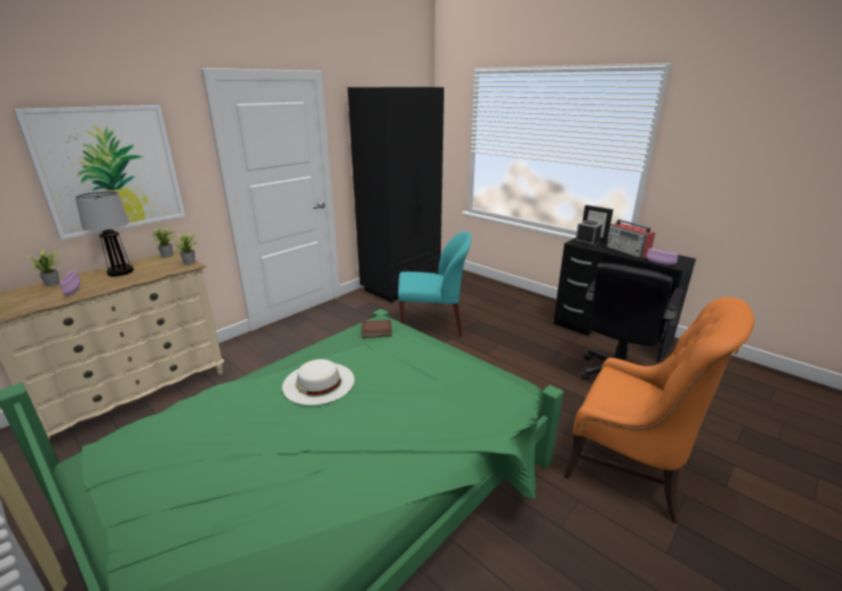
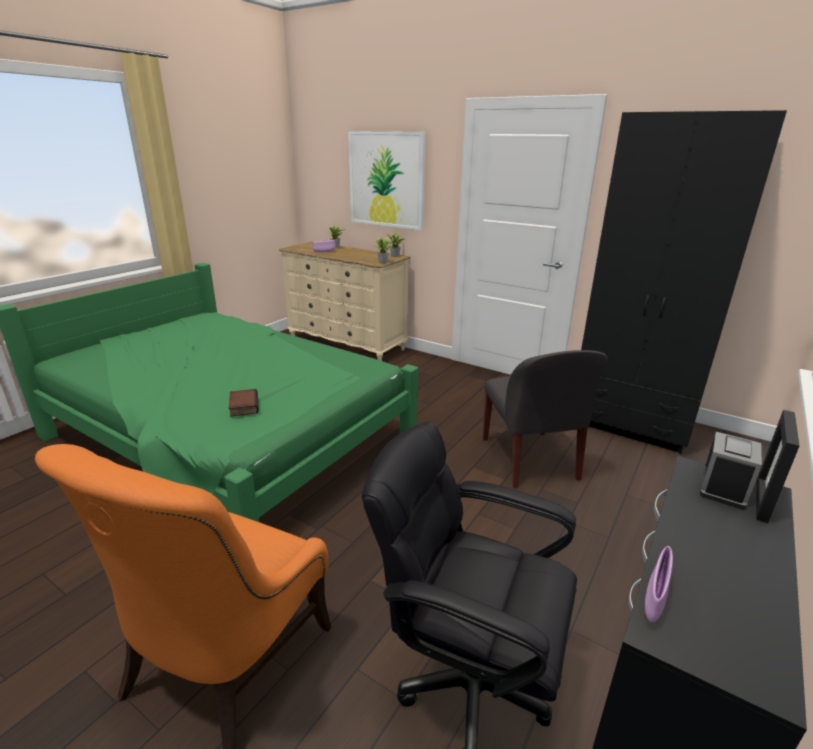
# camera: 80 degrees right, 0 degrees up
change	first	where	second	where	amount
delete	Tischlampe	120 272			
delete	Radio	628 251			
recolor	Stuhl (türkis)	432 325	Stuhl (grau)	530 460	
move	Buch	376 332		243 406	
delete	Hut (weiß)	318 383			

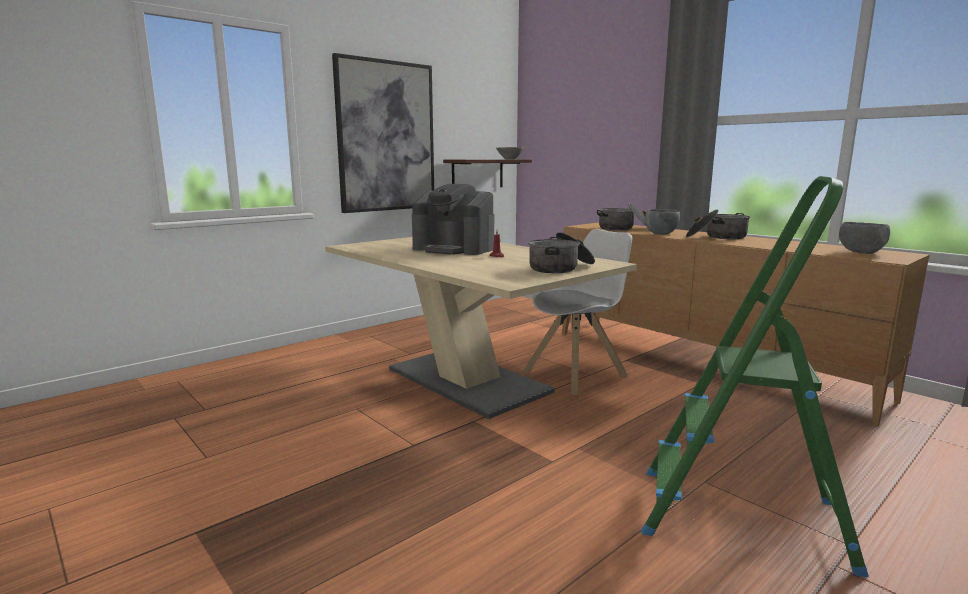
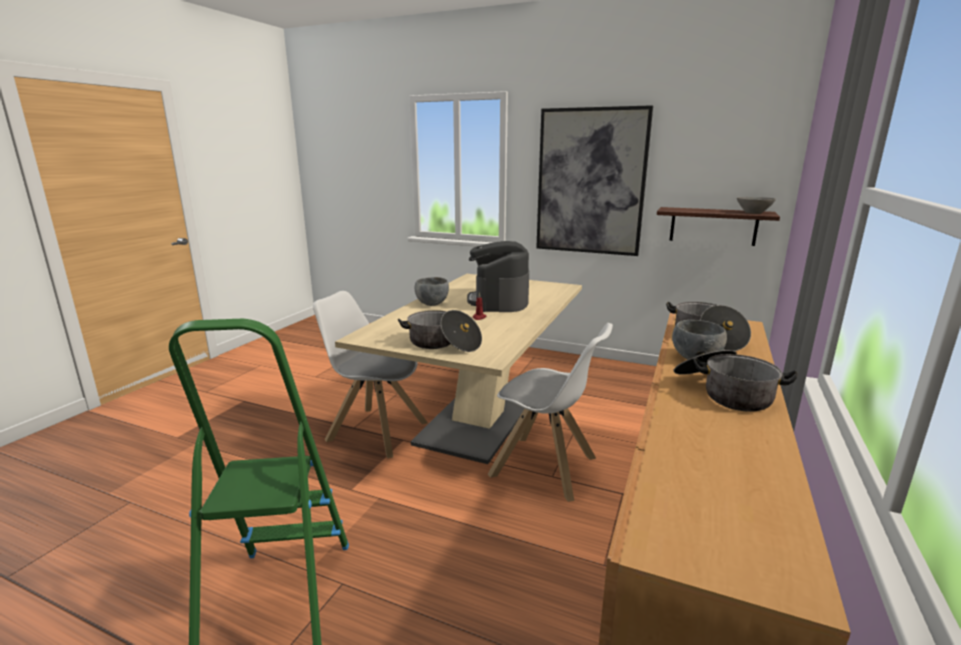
# camera: 65 degrees right, 5 degrees up
change	first	where	second	where	amount
move	Schüssel (grau)	861 253		431 304	
insert			Stuhl	375 431	

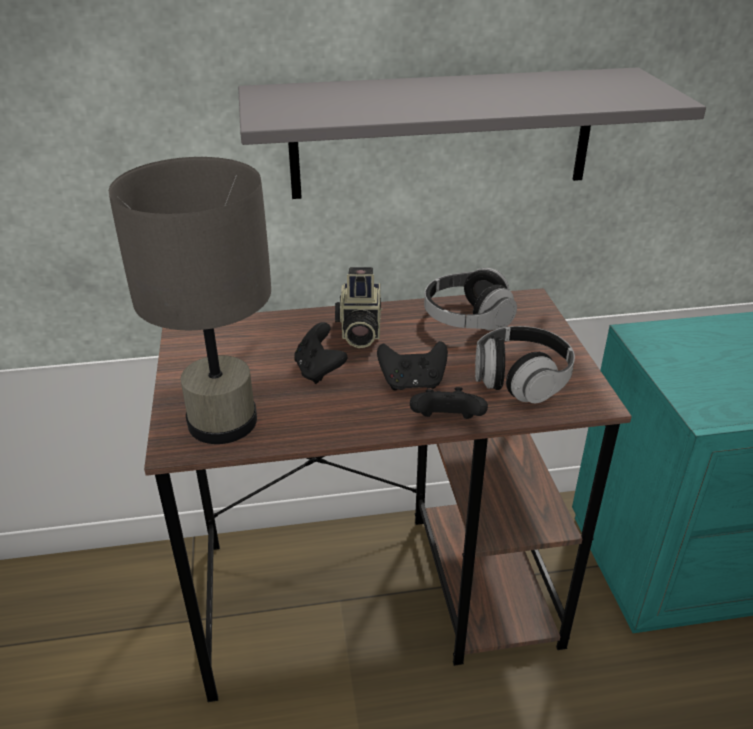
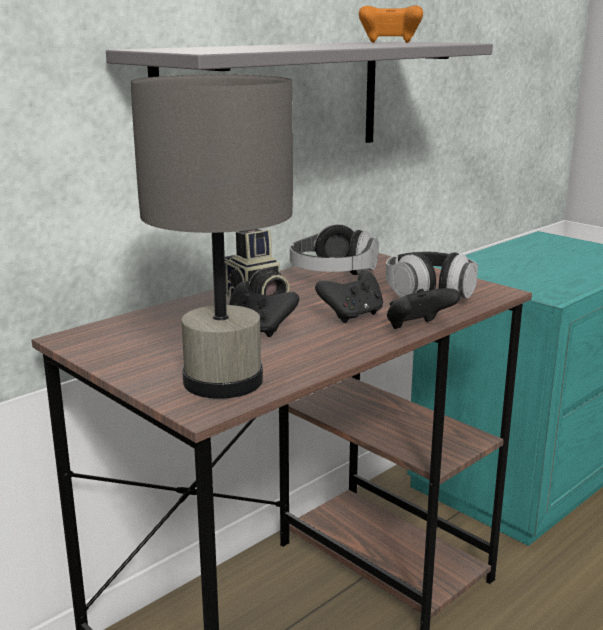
# camera: 35 degrees left, 15 degrees down
change	first	where	second	where	amount
insert			Gamepad (orange)	389 43	

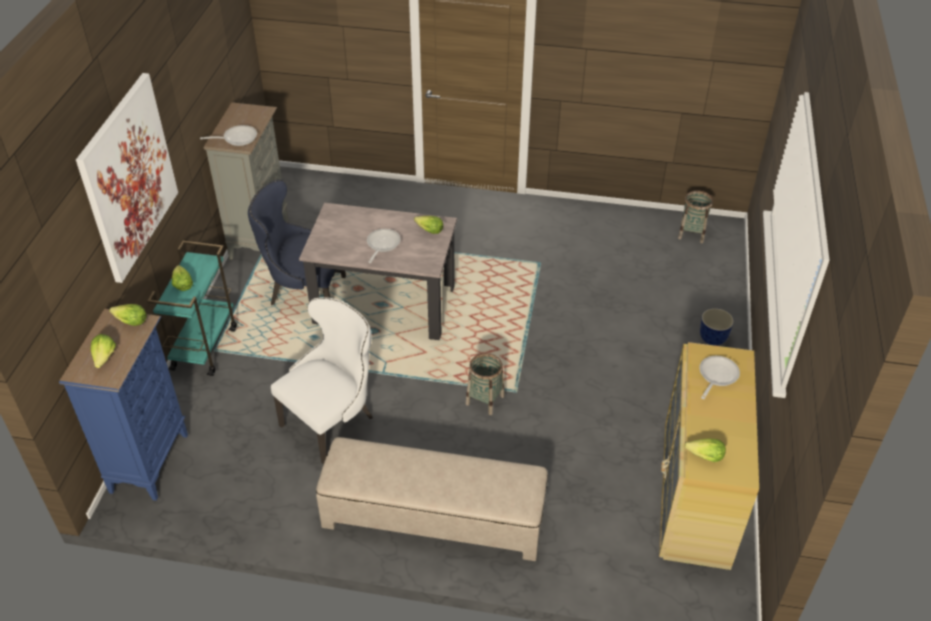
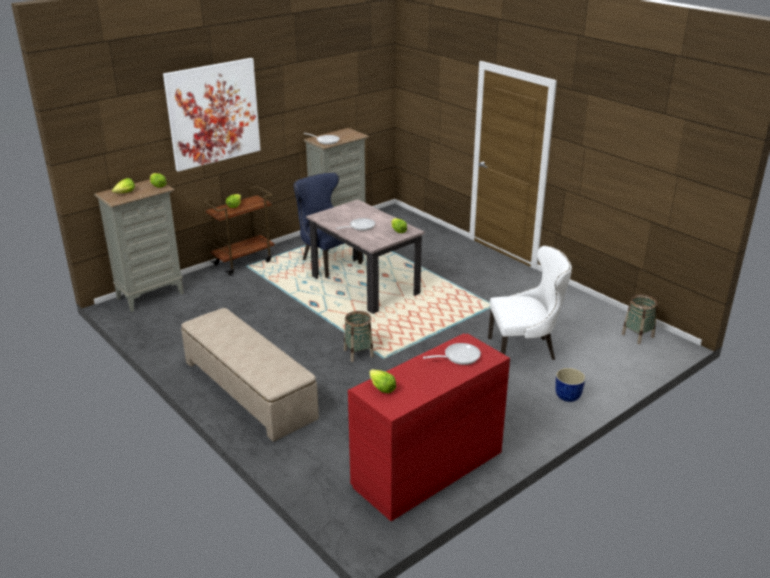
# camera: 40 degrees right, 15 degrees down
change	first	where	second	where	amount
recolor	Rollwagen (türkis)	206 347	Rollwagen (braun)	244 263	
move	Stuhl (weiß)	332 422		524 350	
recolor	Kommode (blau)	151 462	Kommode (grau)	152 296	
recolor	Schrank (gelb)	695 494	Schrank (rot)	426 468	

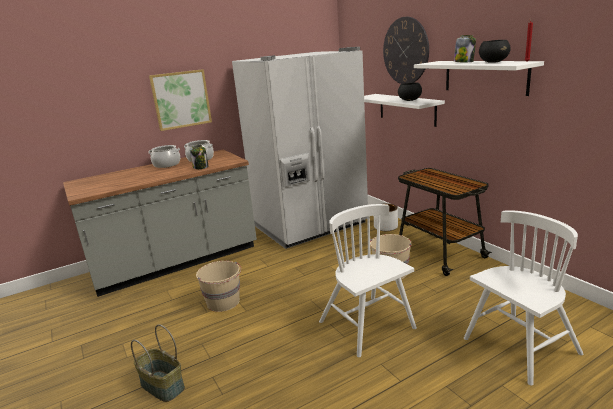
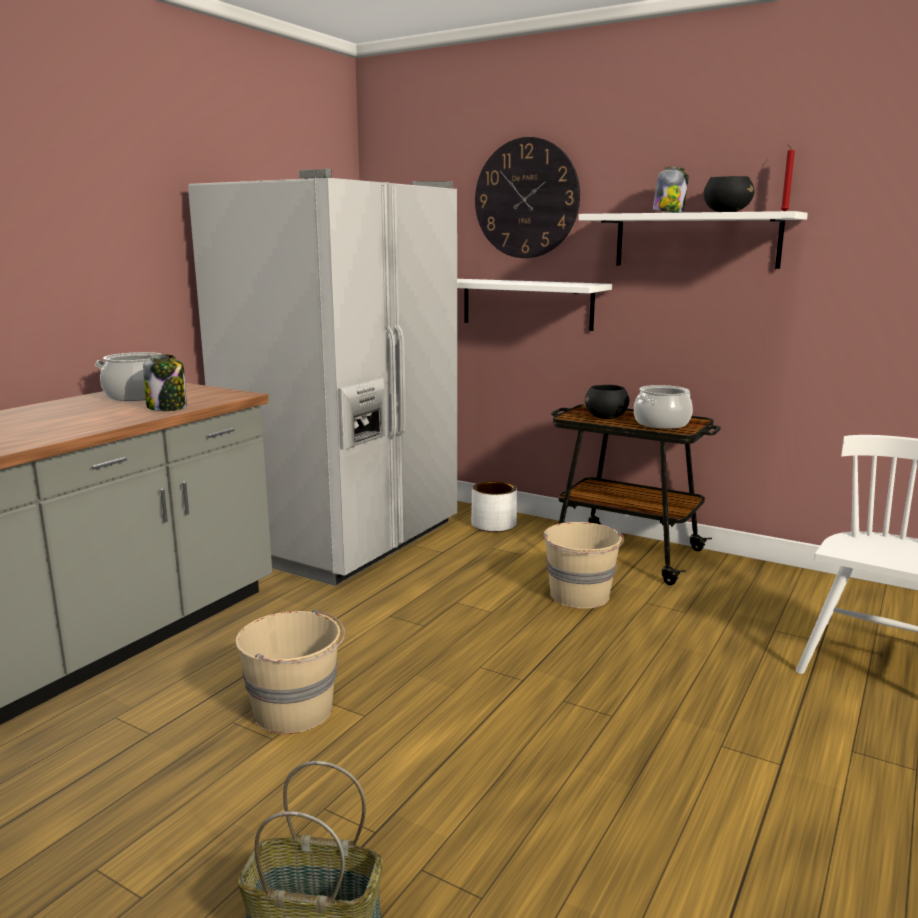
# camera: 30 degrees left, 5 degrees down
change	first	where	second	where	amount
delete	Bild	181 99			
move	Schüssel (schwarz)	410 100		606 418	
move	Kochtopf	167 164		661 423	
delete	Stuhl (weiß)	370 327			

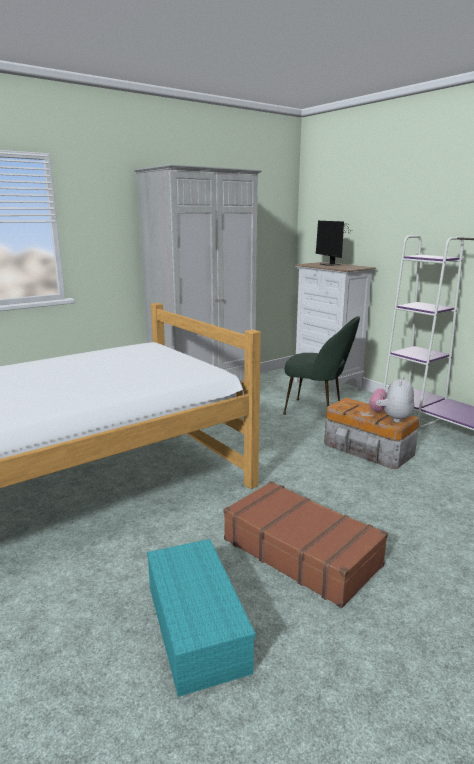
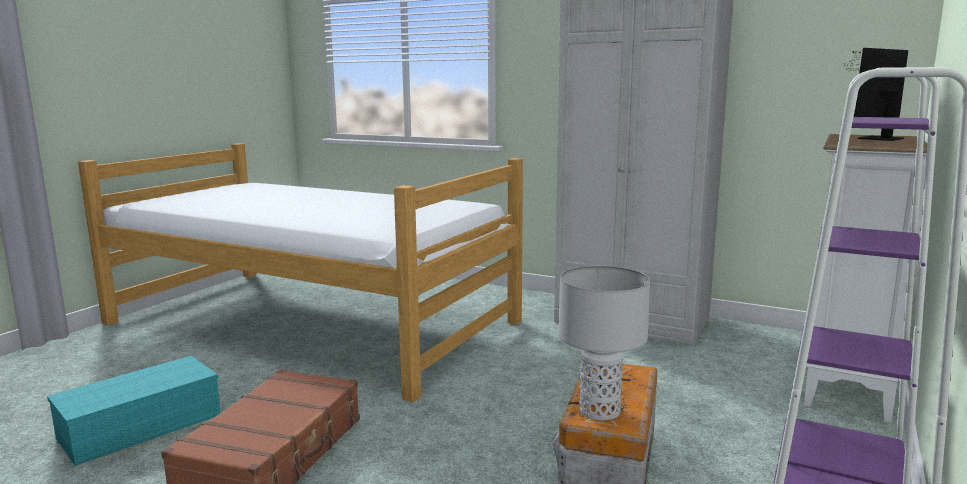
# camera: 65 degrees right, 5 degrees down
change	first	where	second	where	amount
delete	Stuhl (grün)	318 411			
replace	Plüschtier	391 418	Tischlampe (weiß)	599 411	

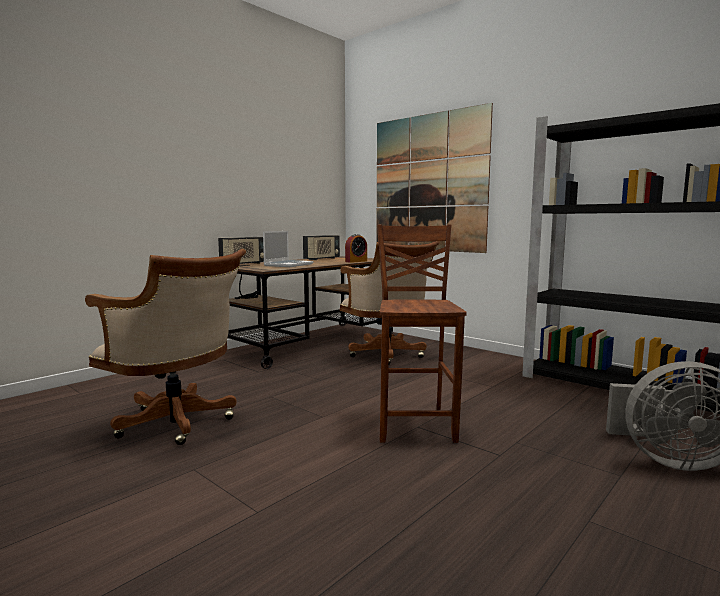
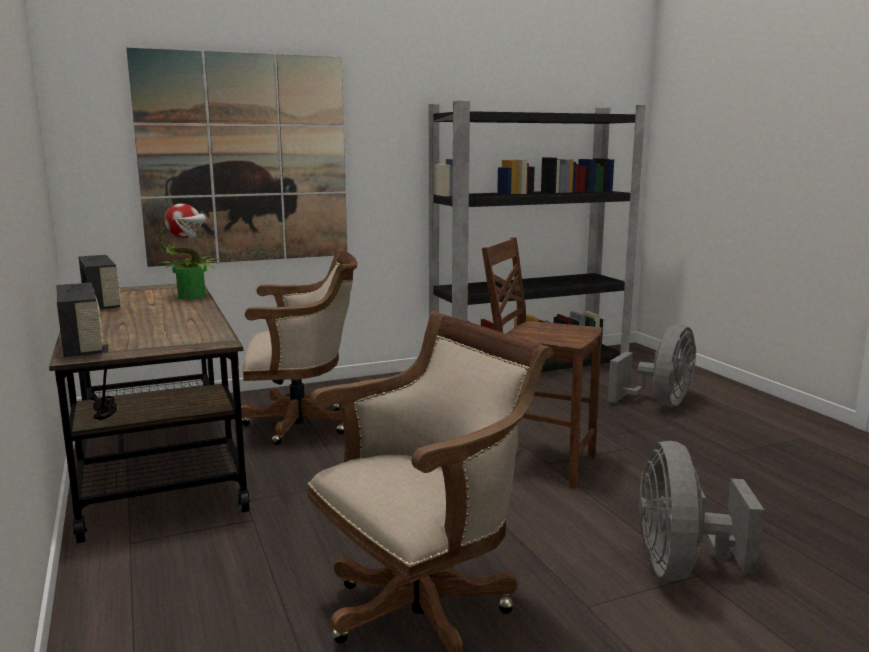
# camera: 65 degrees left, 5 degrees up
change	first	where	second	where	amount
delete	Laptop	288 265			
replace	Wecker	356 261	Topfpflanze	193 296	
insert			Ventilator (grau)	681 567	

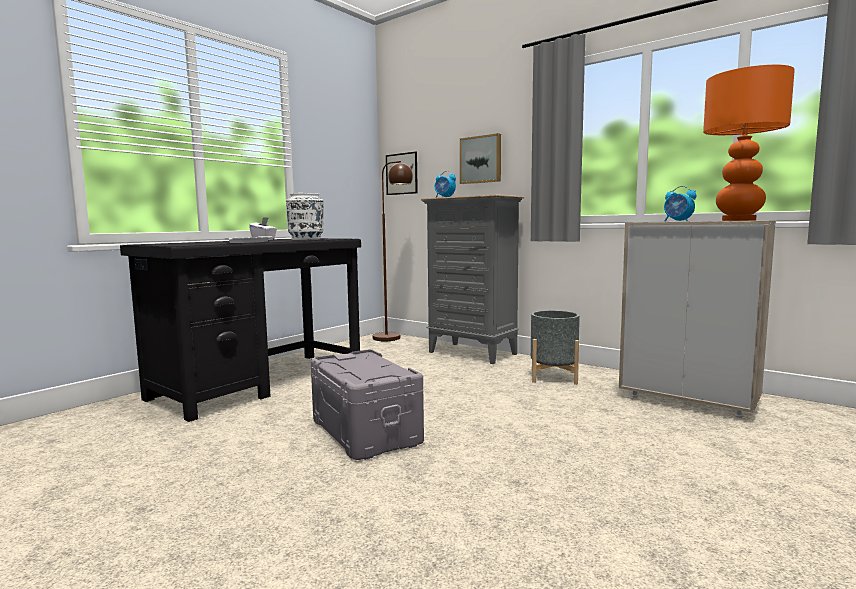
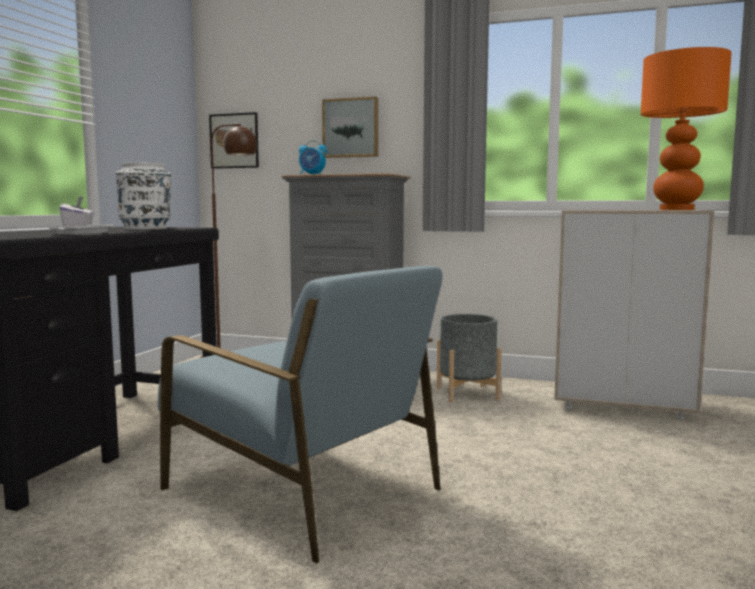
# camera: 20 degrees left, 0 degrees up
change	first	where	second	where	amount
delete	Wecker	678 221			
replace	Aufbewahrungsbox (grau)	364 432	Sessel (blau)	299 489	

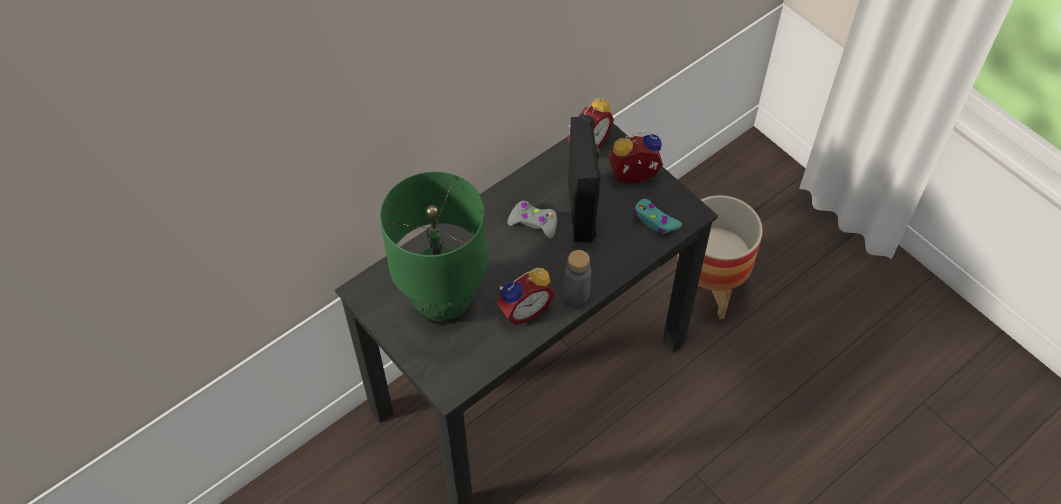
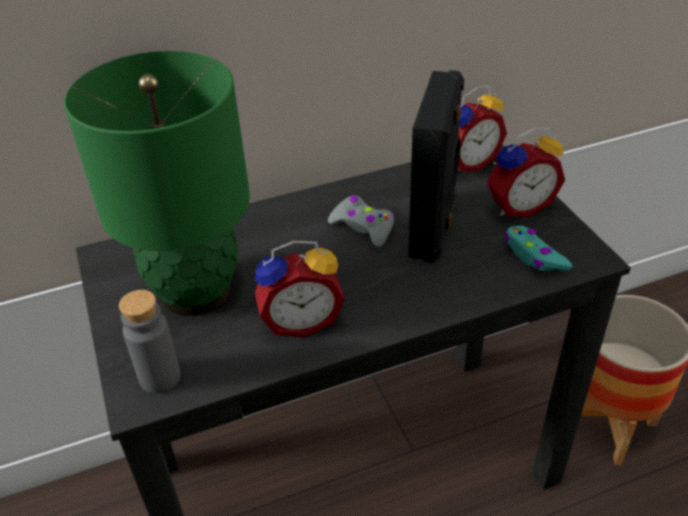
# camera: 20 degrees right, 15 degrees down
change	first	where	second	where	amount
rotate	Wecker	634 178		518 206	150 degrees clockwise
move	Flasche (grau)	576 294		160 377	

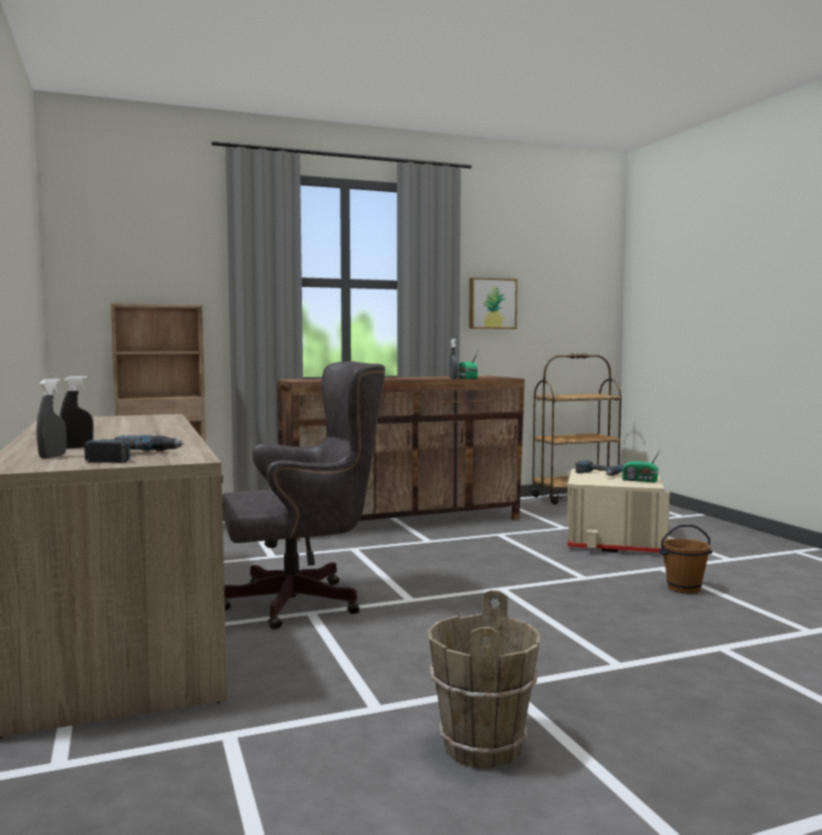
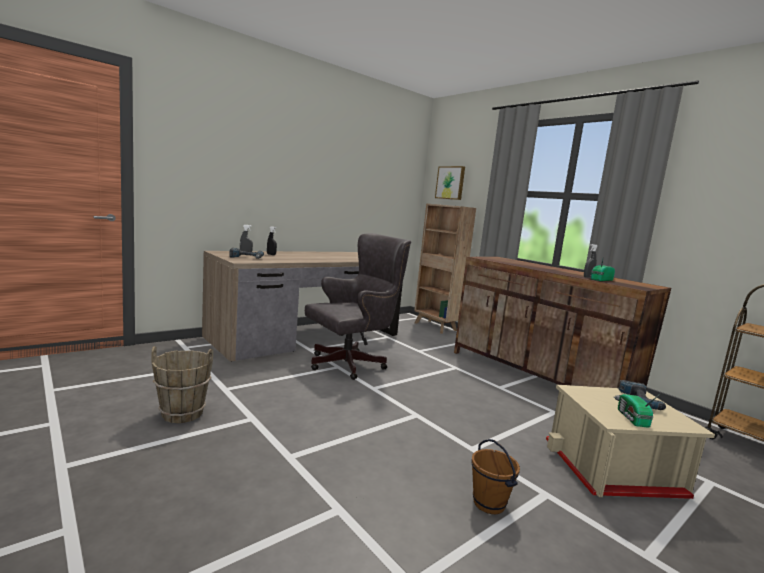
# camera: 70 degrees right, 5 degrees up
change	first	where	second	where	amount
move	Bild	492 303		450 183	
rotate	Bürostuhl (grau)	302 602		351 364	90 degrees counterclockwise

